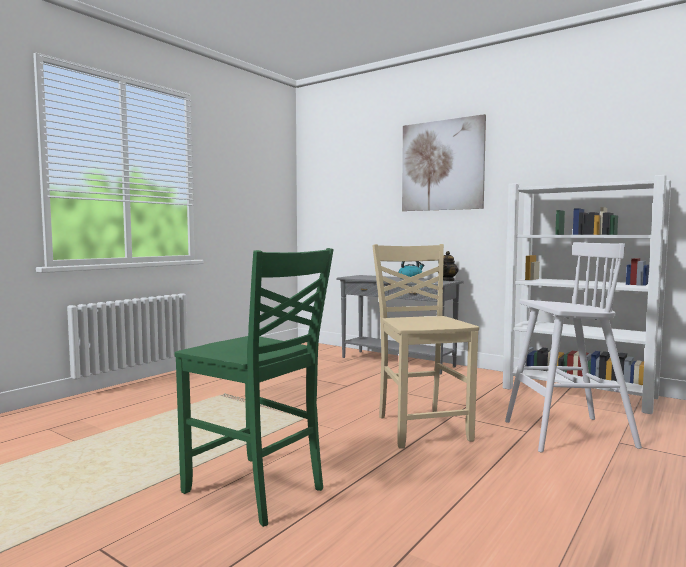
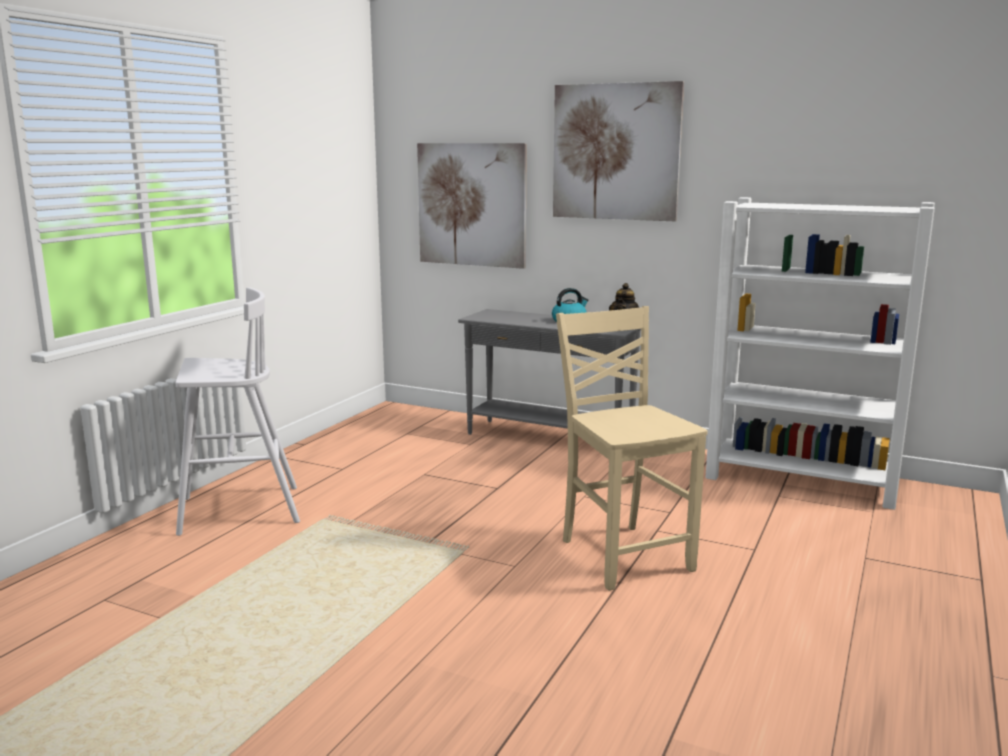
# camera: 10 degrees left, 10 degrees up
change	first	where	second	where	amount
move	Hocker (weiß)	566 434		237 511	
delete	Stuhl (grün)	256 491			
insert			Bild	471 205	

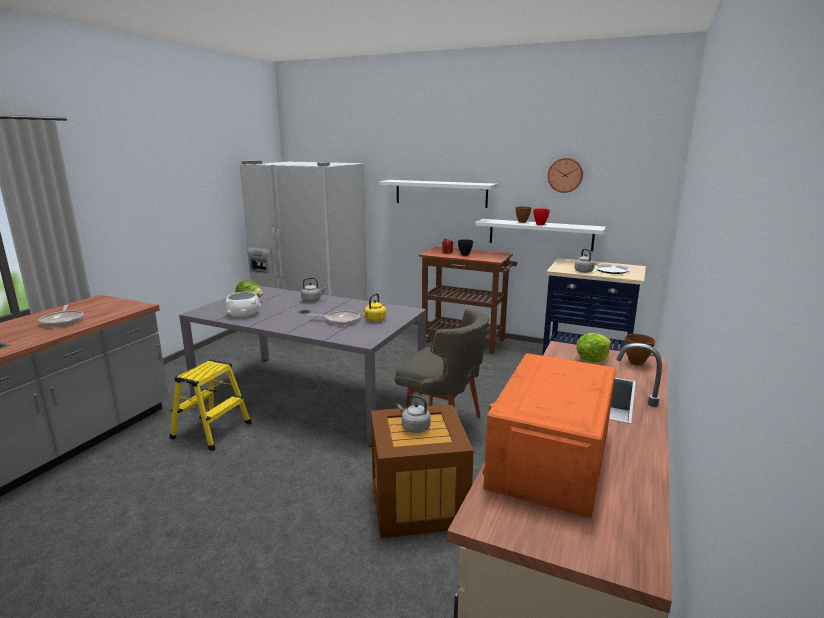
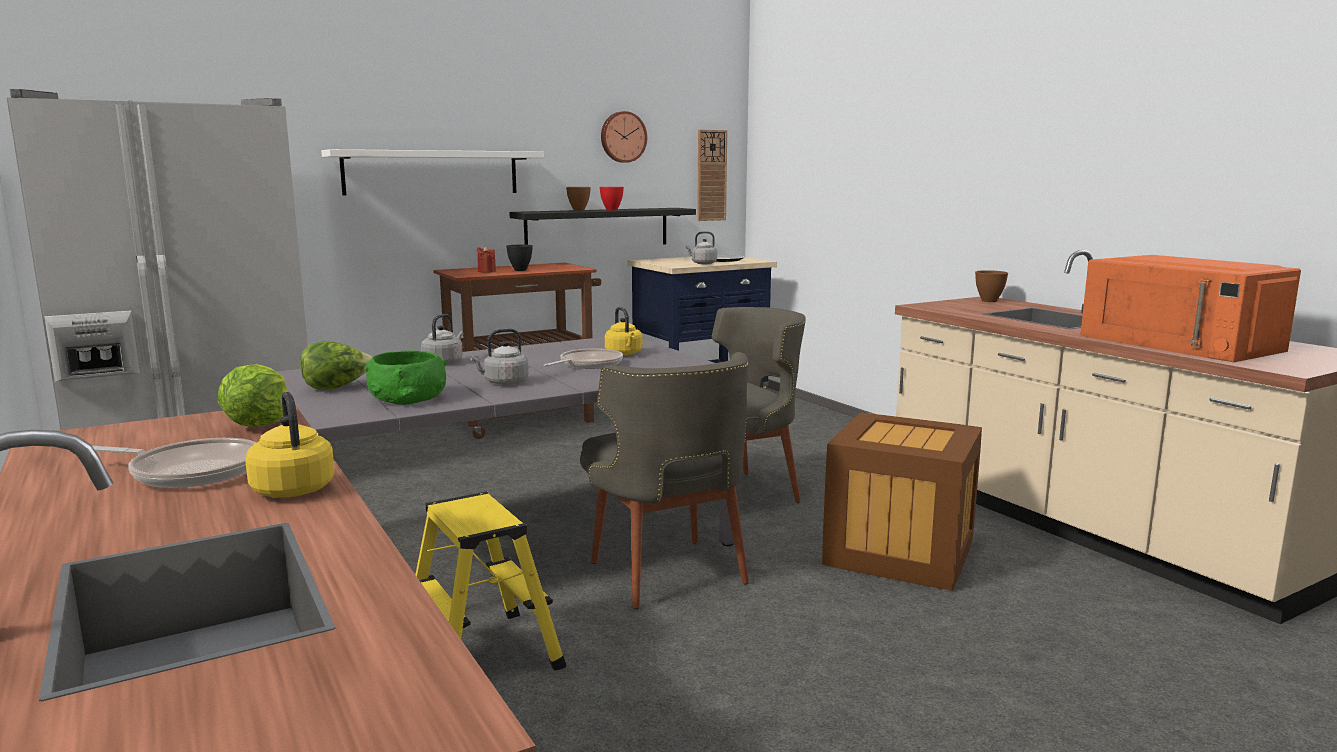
# camera: 55 degrees left, 5 degrees down
change	first	where	second	where	amount
recolor	Wandregal (weiß)	540 234	Wandregal (schwarz)	597 228	
recolor	Schüssel (weiß)	244 314	Schüssel (grün)	409 398	
move	Salatkopf	592 360		259 424	
move	Wasserkessel (grau)	414 427		503 382	
insert			Wanduhr	711 175	
insert			Stuhl (grau)	667 572	
insert			Wasserkessel (gelb)	293 488	

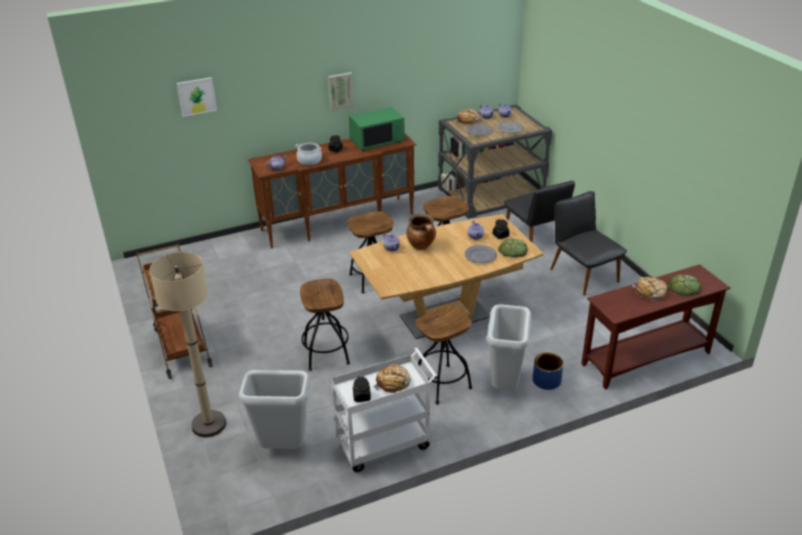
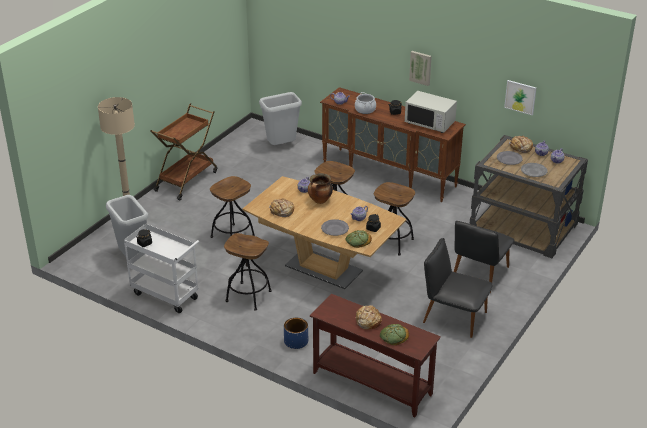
# camera: 55 degrees right, 0 degrees up
change	first	where	second	where	amount
move	Bild	197 96		520 97	
recolor	Mikrowelle (grün)	377 141	Mikrowelle (weiß)	430 123	
rotate	Stuhl (schwarz)	584 275		454 317	90 degrees counterclockwise
move	Mülleimer (grau)	504 385		281 146	
move	Brot	393 383		281 211	

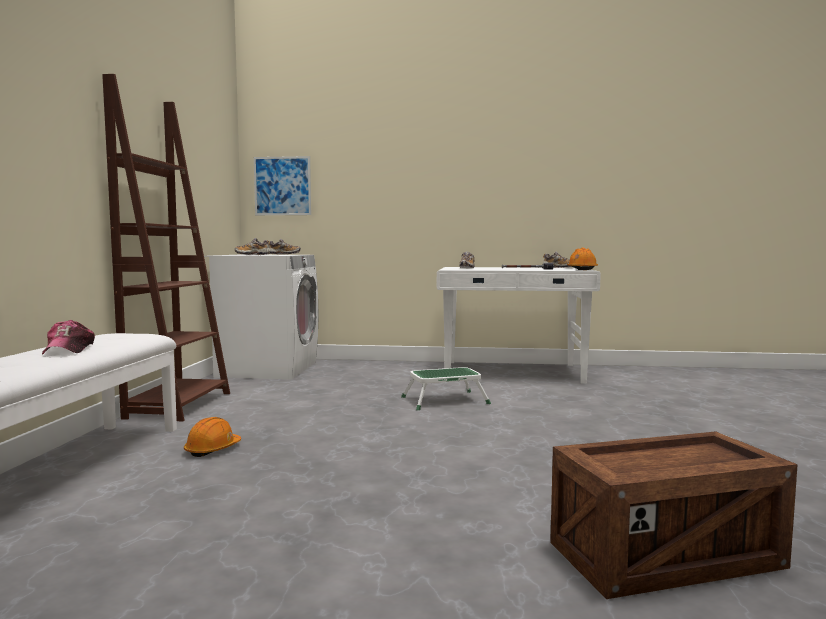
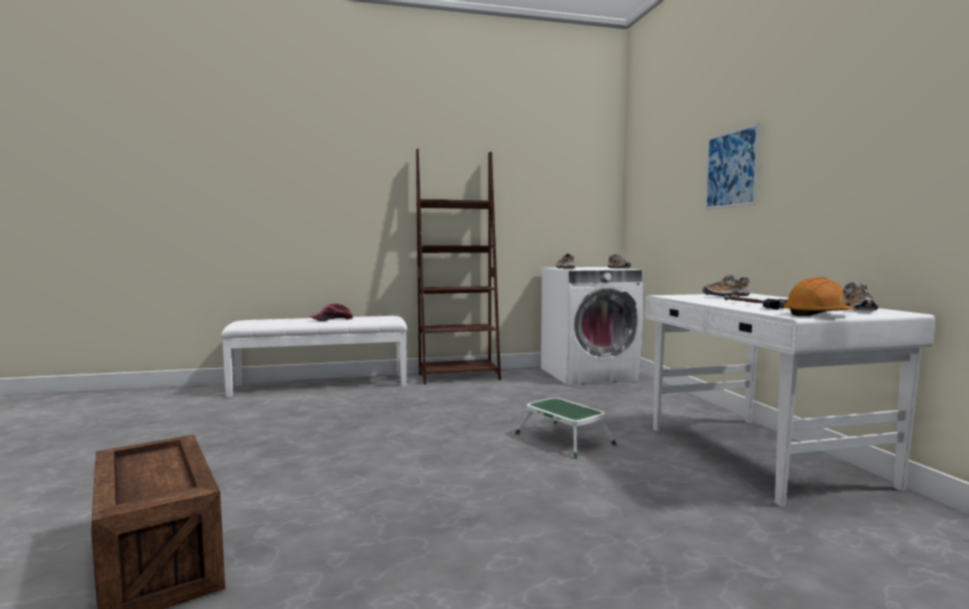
# camera: 70 degrees right, 0 degrees up
change	first	where	second	where	amount
move	Bild	282 186		731 169	
delete	Schutzhelm (orange)	212 449			

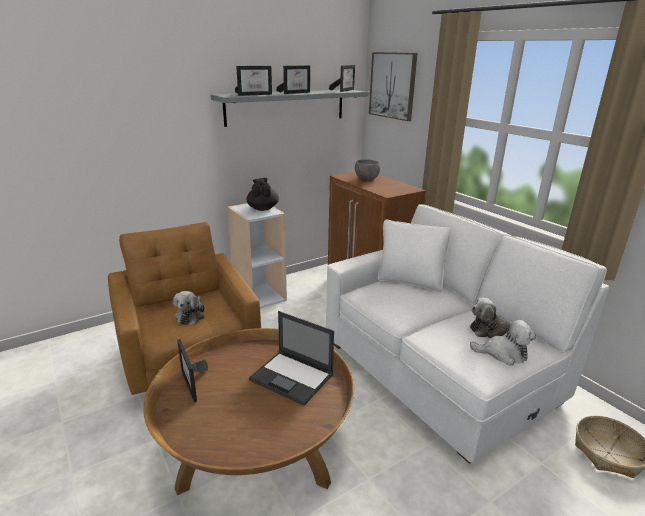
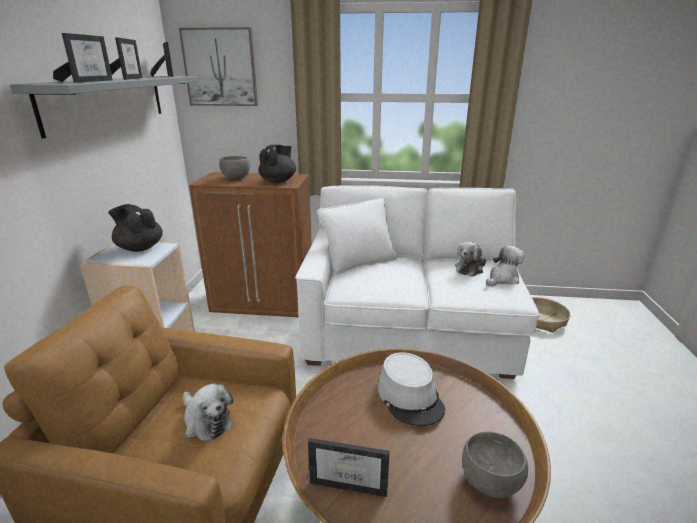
# camera: 50 degrees left, 0 degrees up
change	first	where	second	where	amount
replace	Laptop	292 377	Hut (grau)	410 397	
insert			Teekanne (schwarz)	278 181	
insert			Schüssel (grau)	490 482	

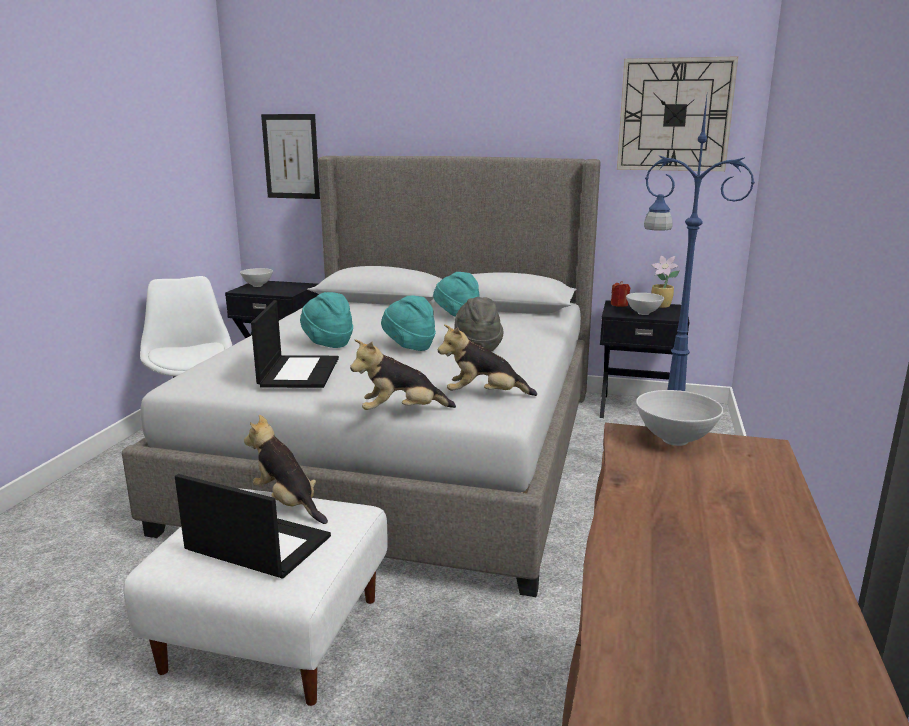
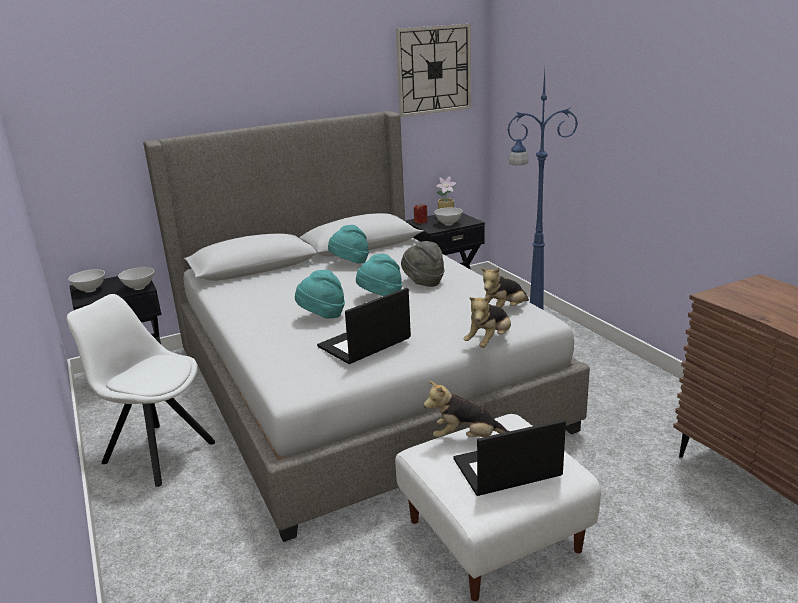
# camera: 40 degrees left, 5 degrees up
change	first	where	second	where	amount
delete	Bild	291 156			
rotate	Laptop	298 372		364 343	90 degrees counterclockwise
move	Schüssel (weiß)	676 440		139 288	

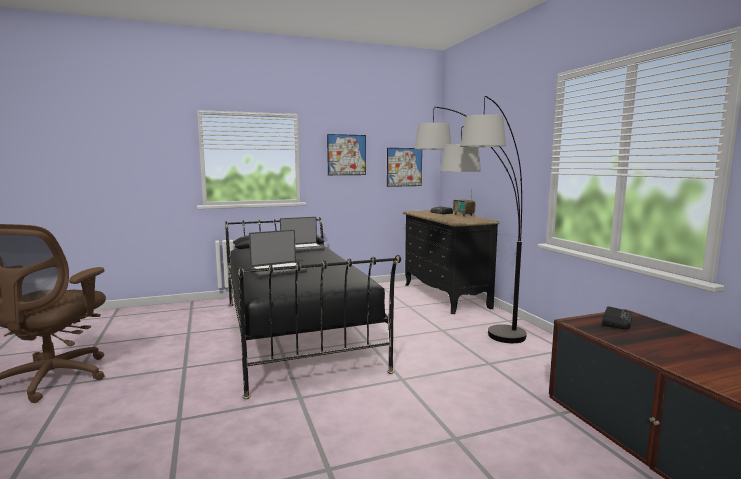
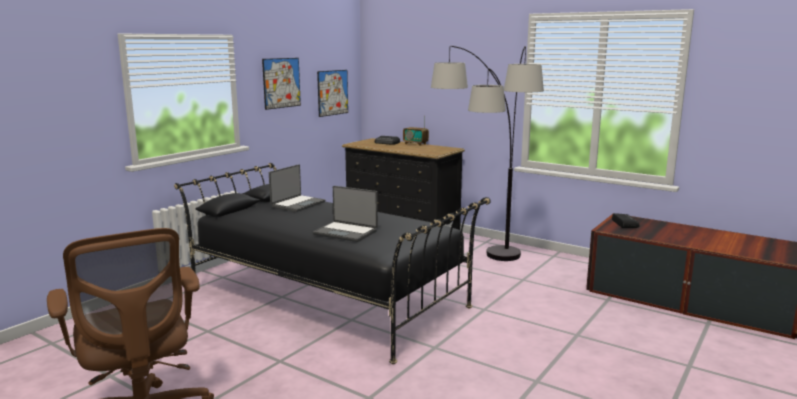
# camera: 35 degrees left, 5 degrees up
change	first	where	second	where	amount
rotate	Laptop	278 271		346 232	90 degrees clockwise

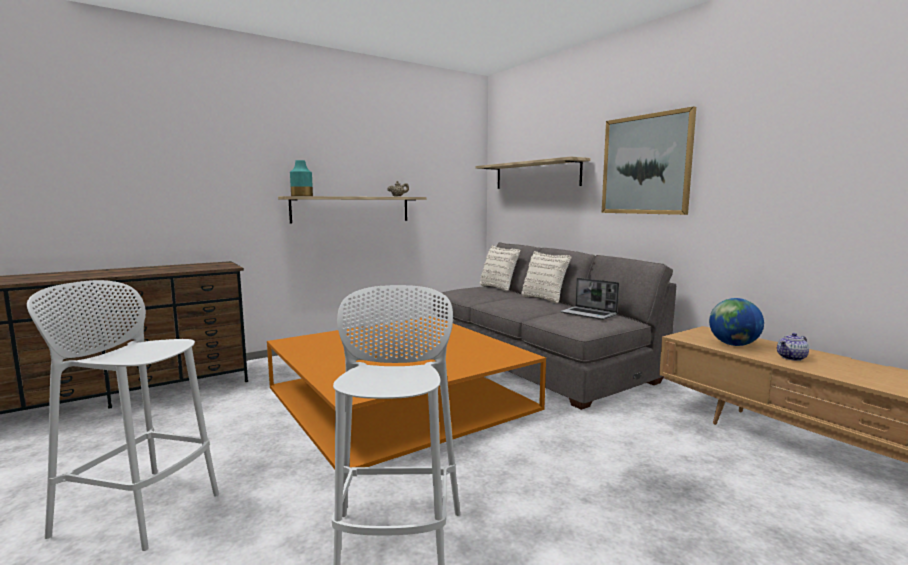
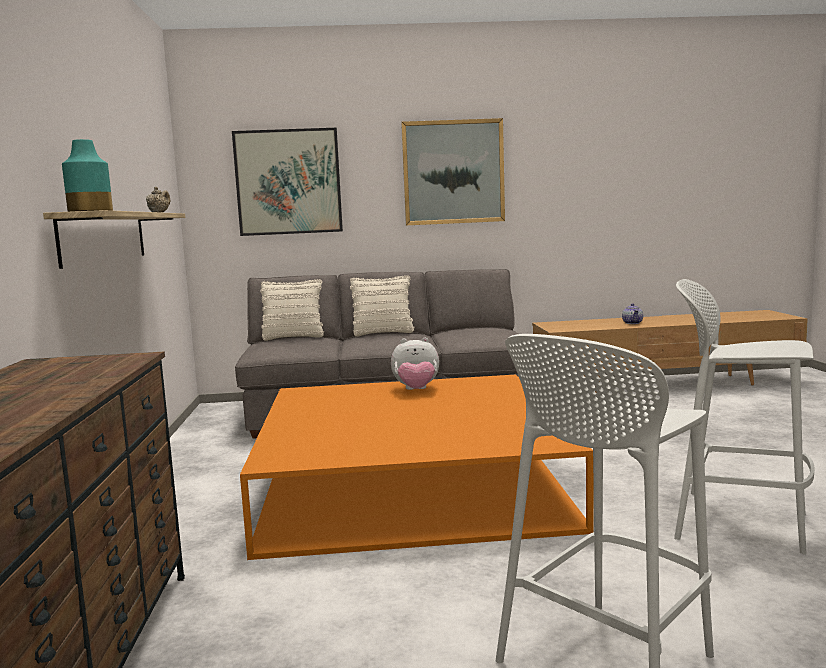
# camera: 60 degrees left, 0 degrees up
change	first	where	second	where	amount
replace	Wandregal	536 175	Bild	288 182	
delete	Laptop	589 314			
delete	Globus	733 345			
insert			Plüschtier	416 390	

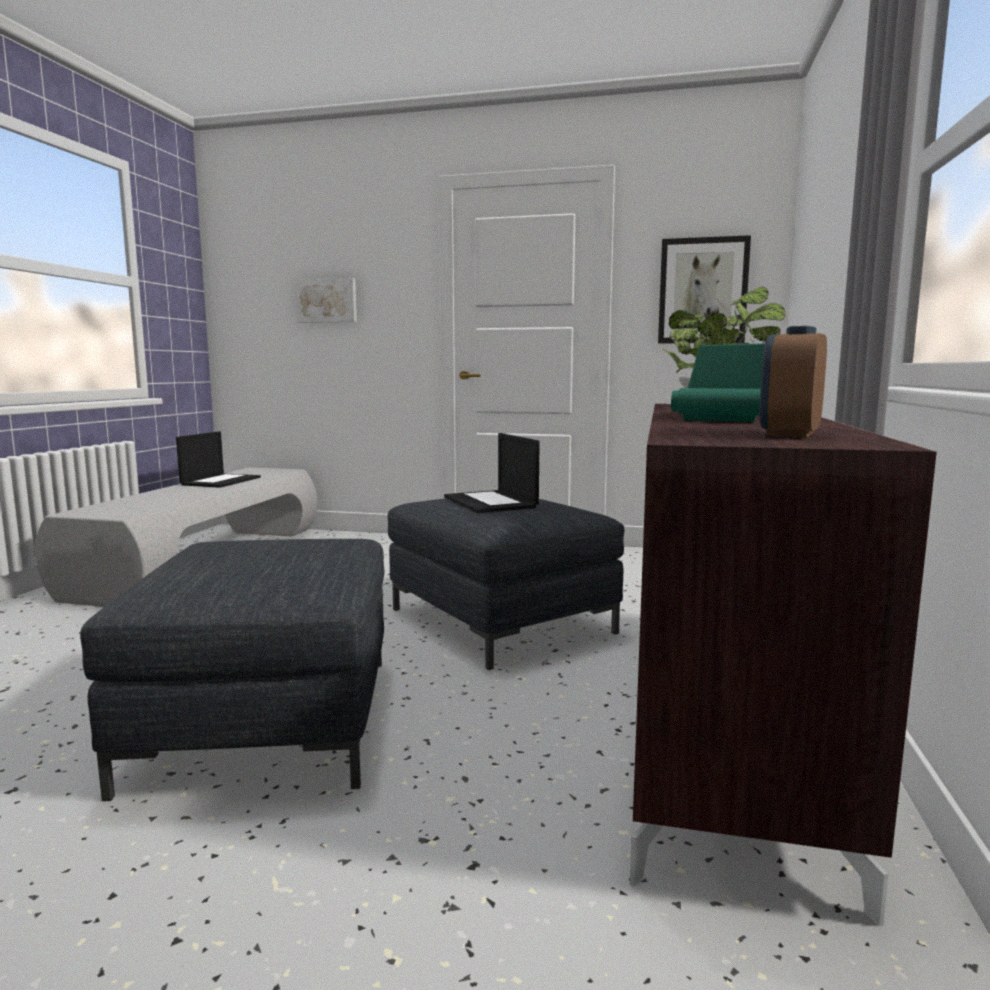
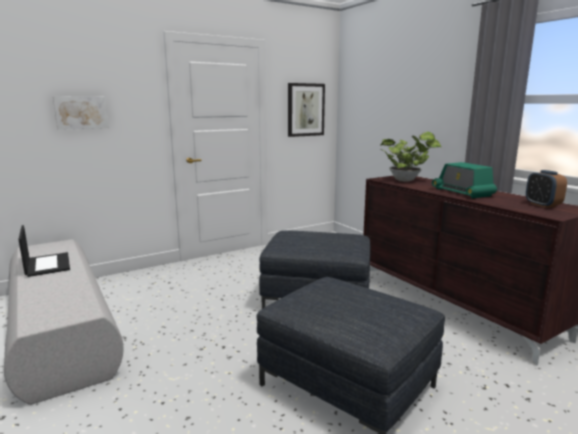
# camera: 45 degrees left, 5 degrees up
change	first	where	second	where	amount
delete	Laptop	491 502			

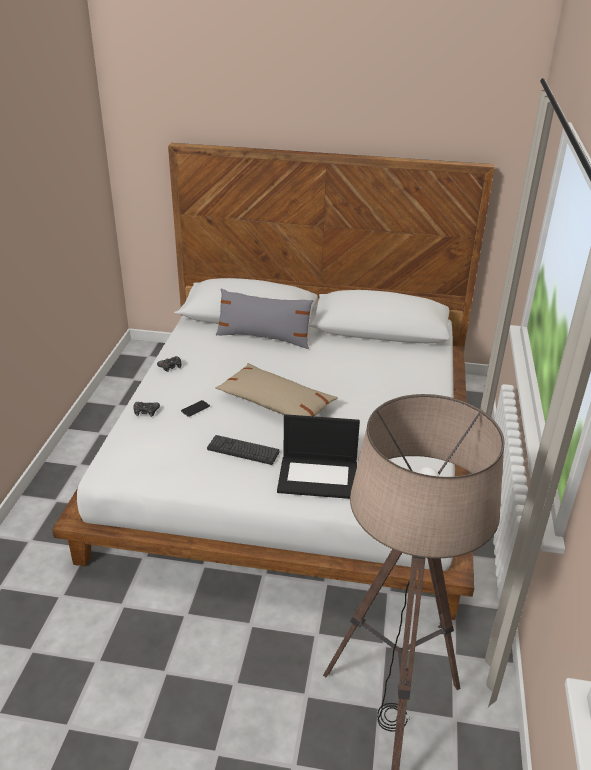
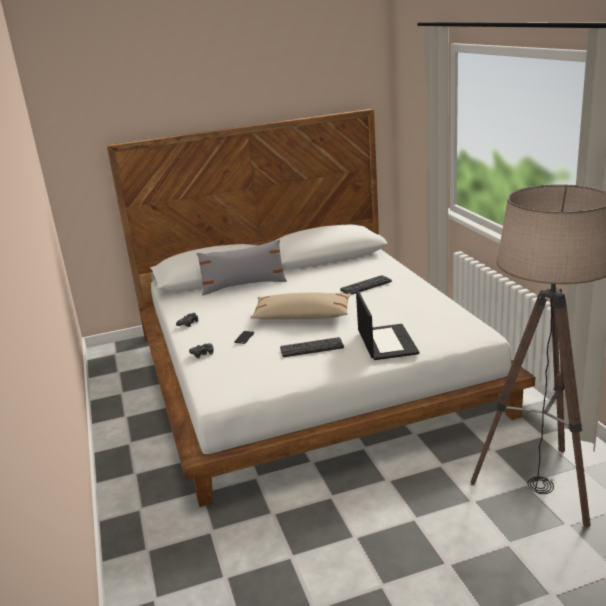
# camera: 25 degrees left, 10 degrees down
change	first	where	second	where	amount
rotate	Laptop	319 476		386 342	75 degrees counterclockwise
insert			Tastatur	366 286	

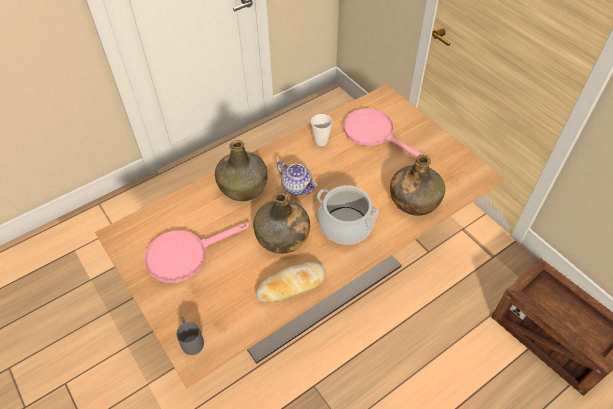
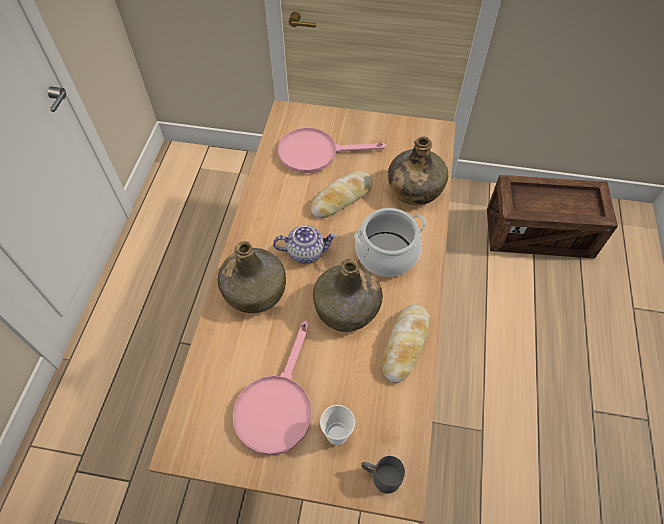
# camera: 45 degrees left, 5 degrees up
change	first	where	second	where	amount
move	Tasse	321 141		337 435	
insert			Brot	341 198	

